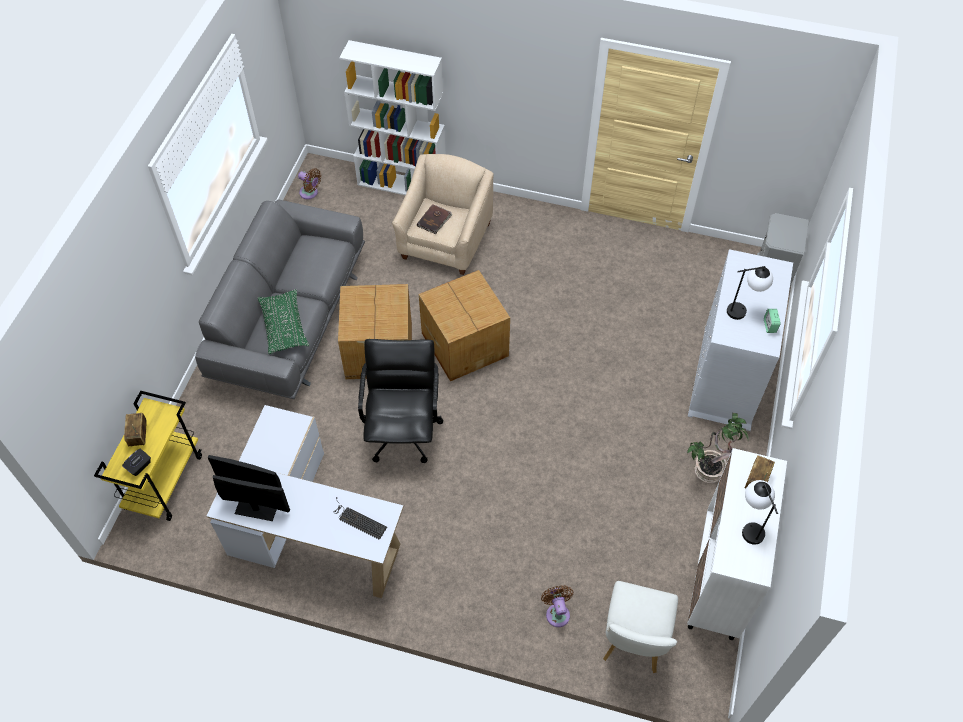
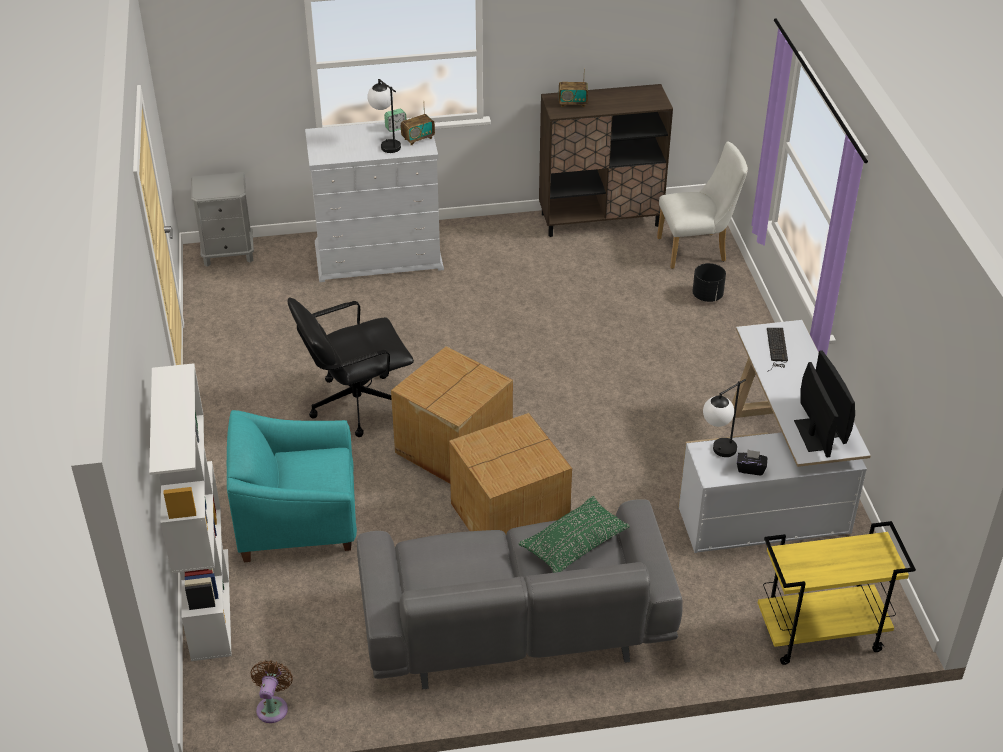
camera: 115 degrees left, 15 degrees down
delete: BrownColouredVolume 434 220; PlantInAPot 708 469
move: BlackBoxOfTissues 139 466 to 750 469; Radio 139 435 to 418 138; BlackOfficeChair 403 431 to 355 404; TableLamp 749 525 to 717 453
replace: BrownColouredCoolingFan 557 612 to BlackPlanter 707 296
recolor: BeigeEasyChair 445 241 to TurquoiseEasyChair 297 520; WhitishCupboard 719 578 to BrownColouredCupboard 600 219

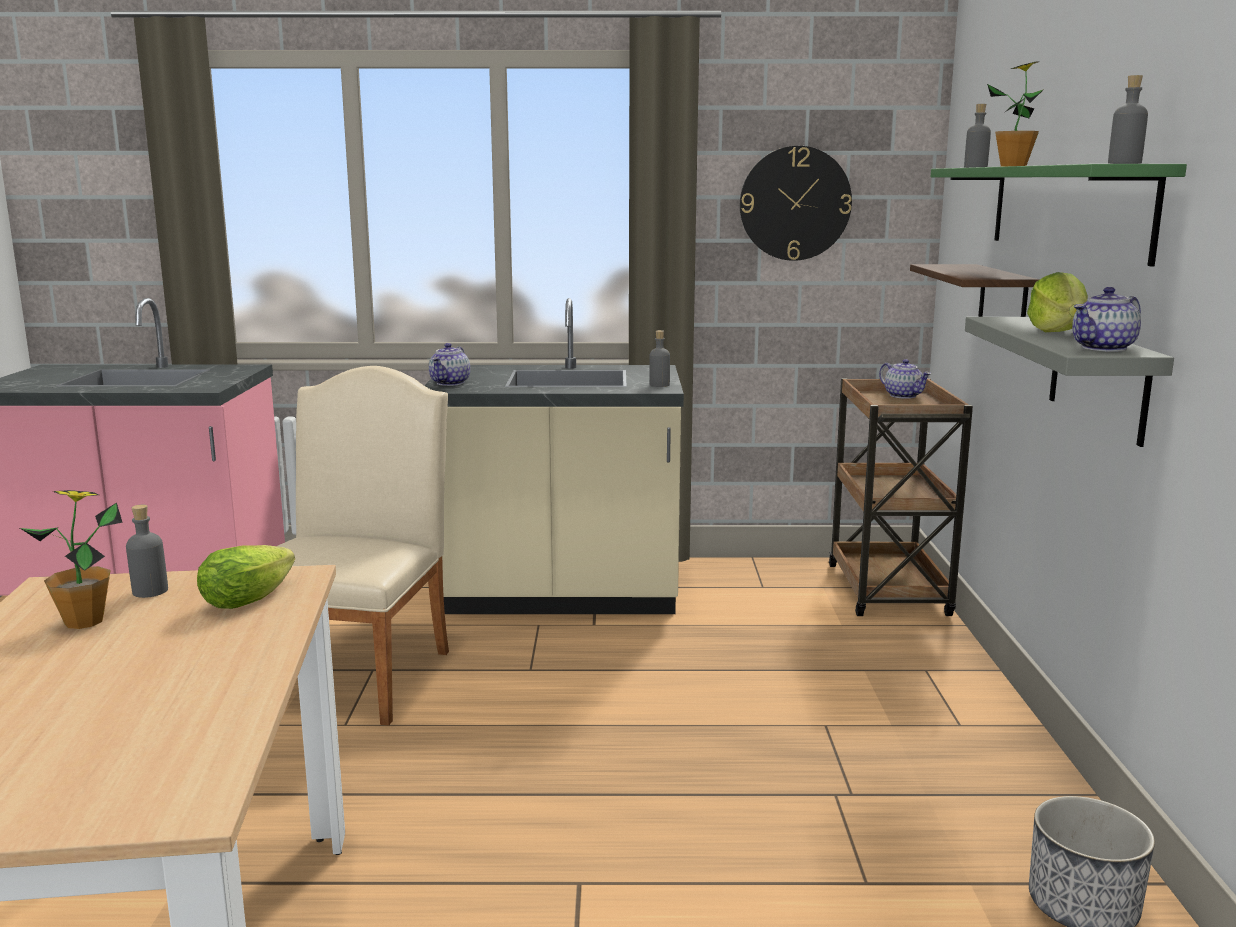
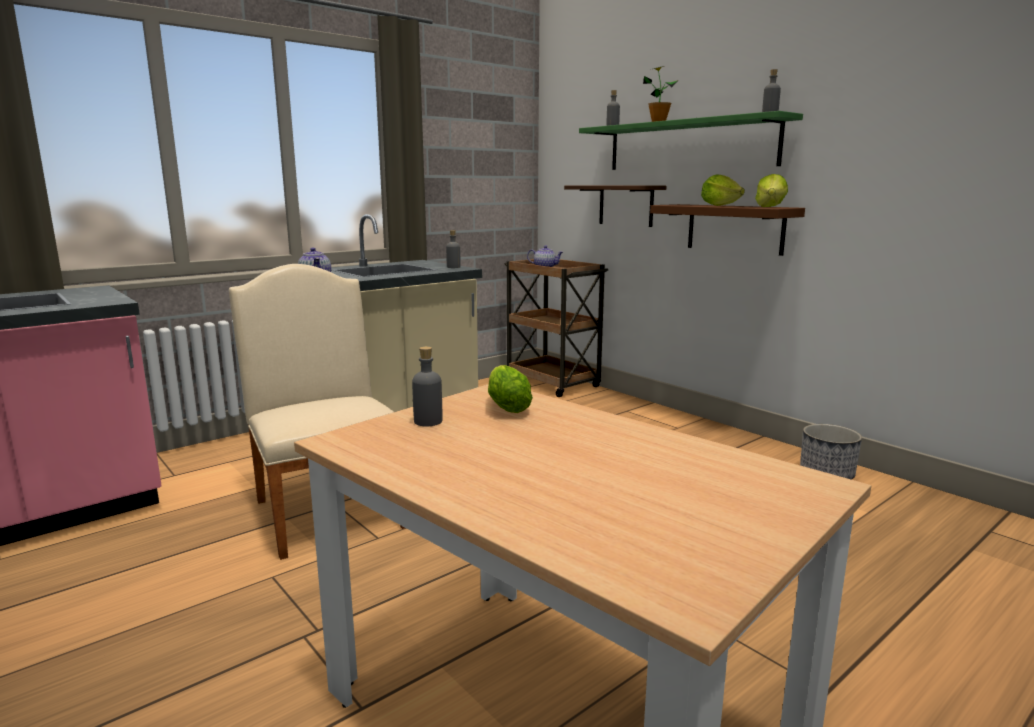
camera: 40 degrees left, 0 degrees up
delete: PlantInAPot 84 622; WallClock 795 203
replace: PotForTea 1103 348 to LettuceHead 770 207
recolor: GrayShelf 1098 378 to BrownColouredShelf 735 228

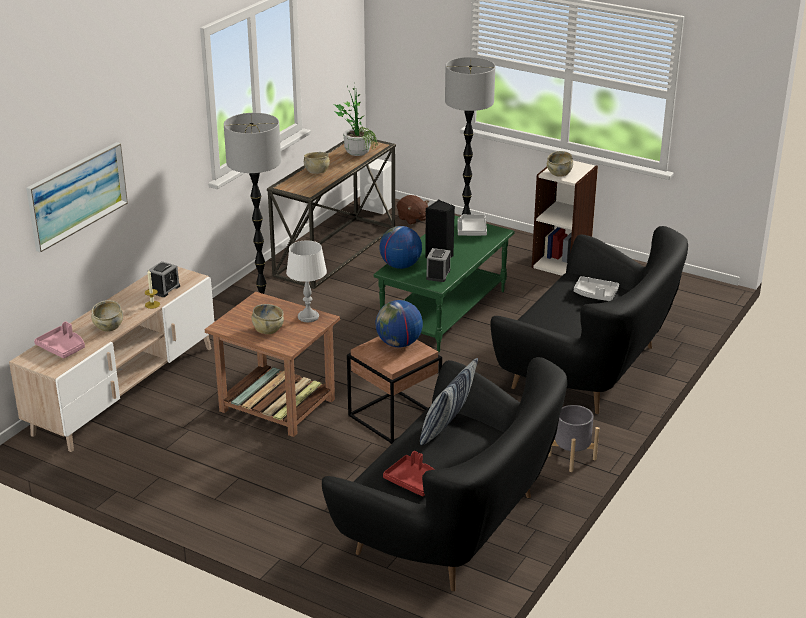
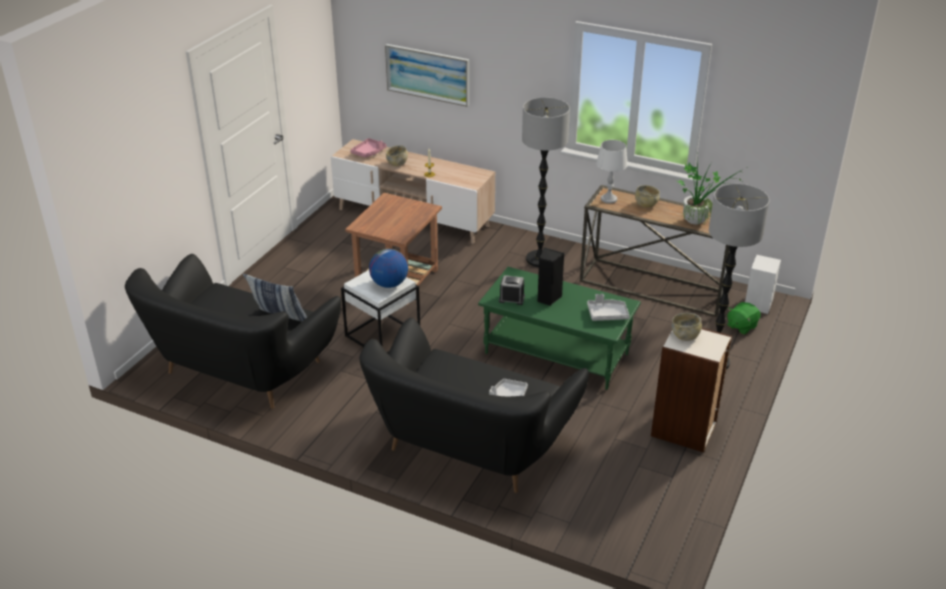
camera: 85 degrees right, 5 degrees up
delete: BedsideClock 164 289; BeigeDeepDish 268 330; DeskGlobe 400 266; RedTray 413 481; GrayPlanter 572 457
move: WhitishTableLamp 308 317 to 608 199
recolor: BrownColouredAccentTable 394 418 to WhitishAccentTable 382 335; BrownColouredPlushToy 412 219 to GreenPlushToy 741 326

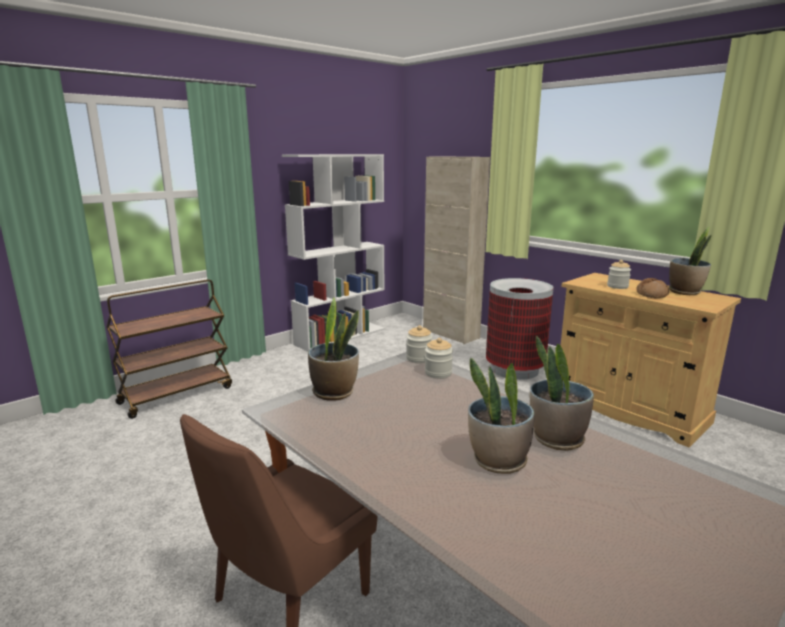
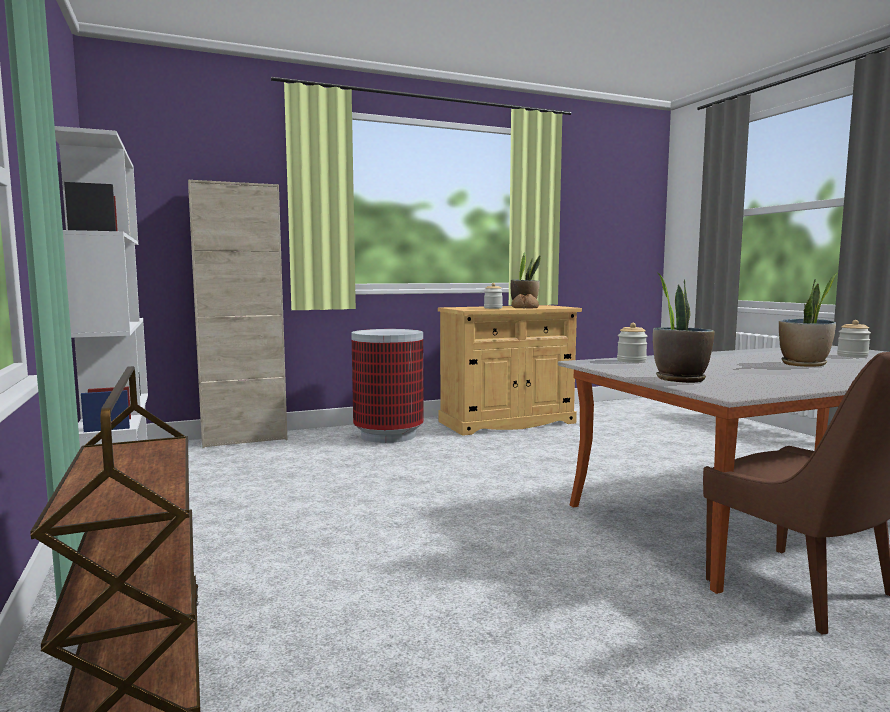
camera: 70 degrees left, 10 degrees down
delete: PlantInAPot 556 439
move: PreserveJar 419 358 to 852 356

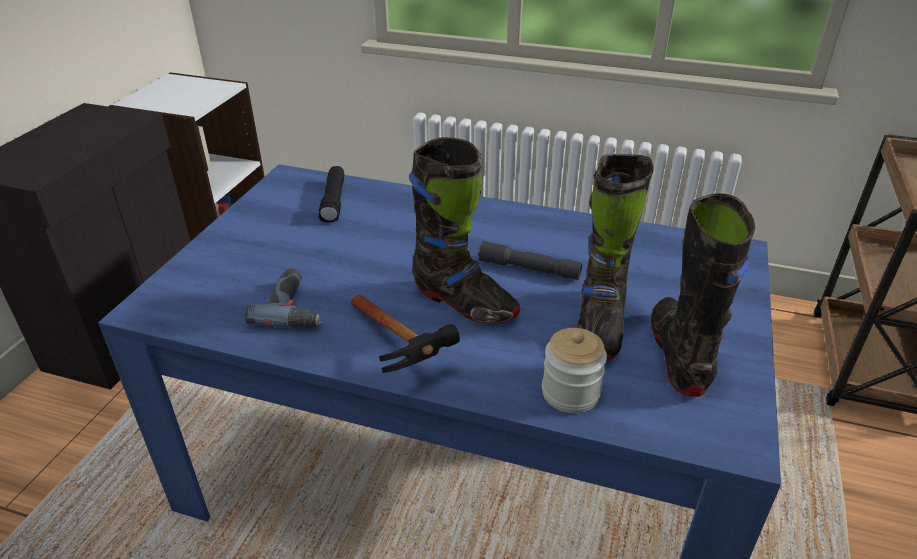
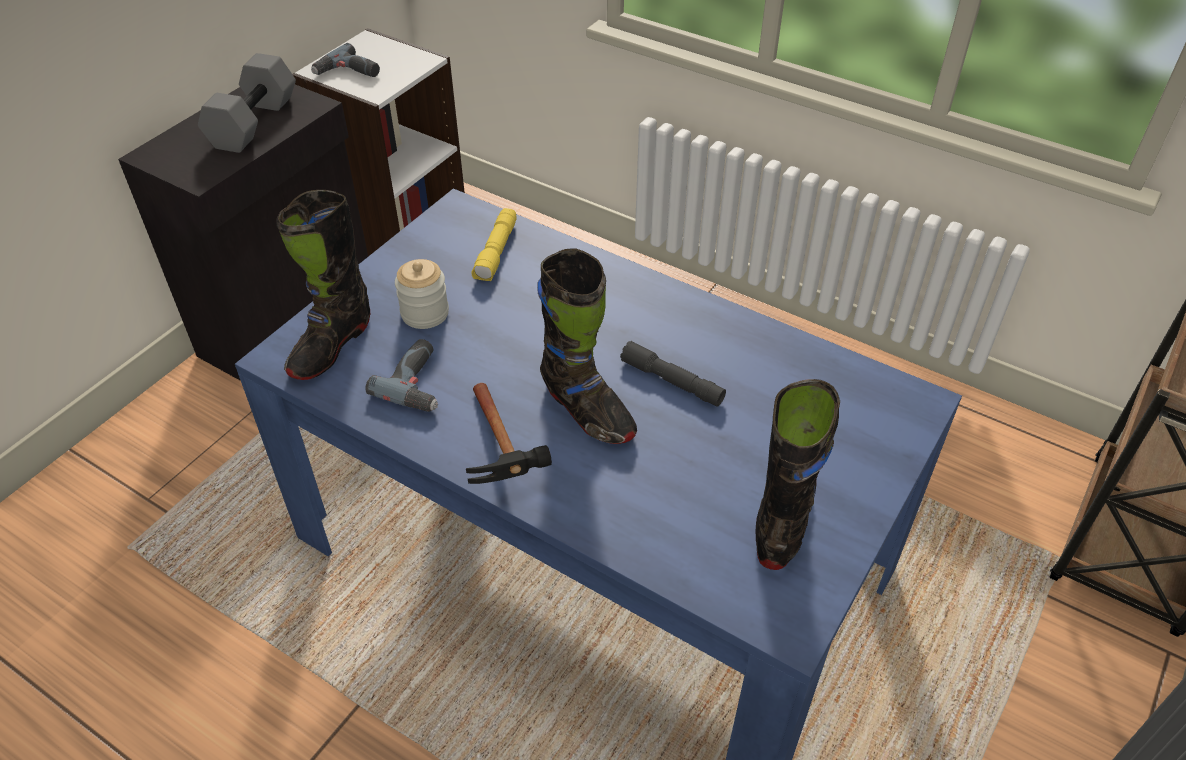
camera: 15 degrees right, 10 degrees up
insert: GrayDumbbell 253 122; Drill 348 73
move: PreserveJar 570 393 to 425 313; BlackHighTopBoot 599 325 to 331 346
recolor: BlackTorch 334 202 to YellowTorch 497 253

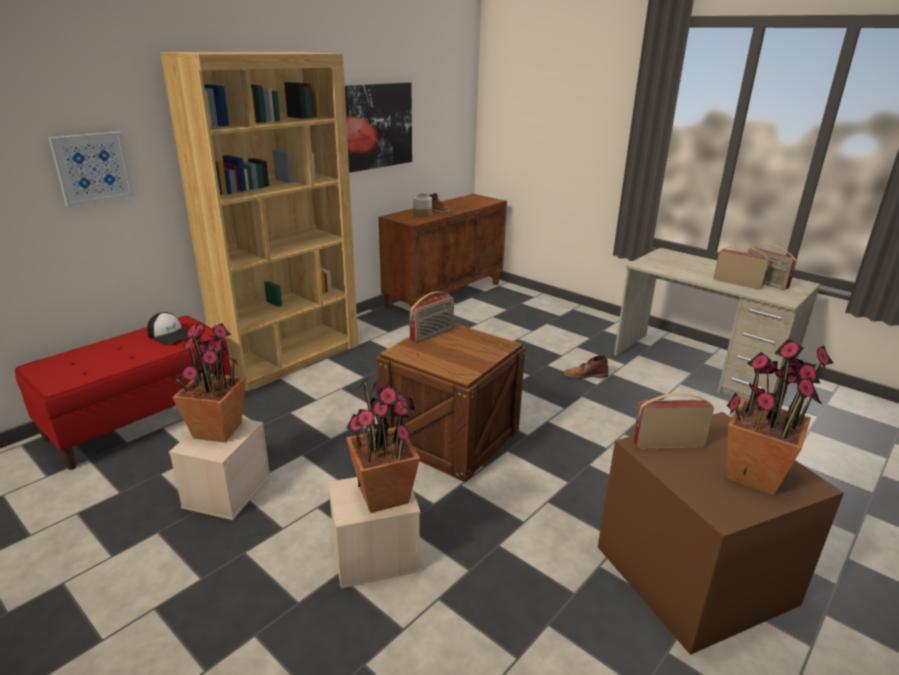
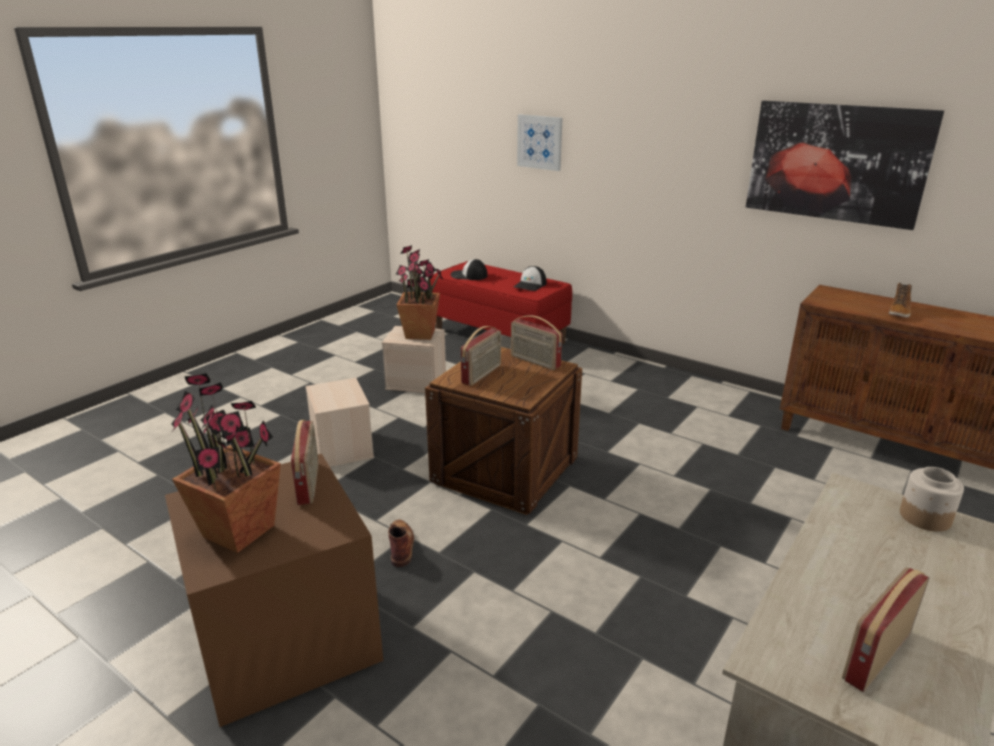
camera: 85 degrees right, 0 degrees up
delete: BrownColouredShelvingUnit 290 357; PlantInAPot 384 495
insert: Cap 468 276
move: PreserveJar 422 215 to 924 517; BrownColouredHighTopBoot 585 375 to 401 544; Radio 737 283 to 482 374

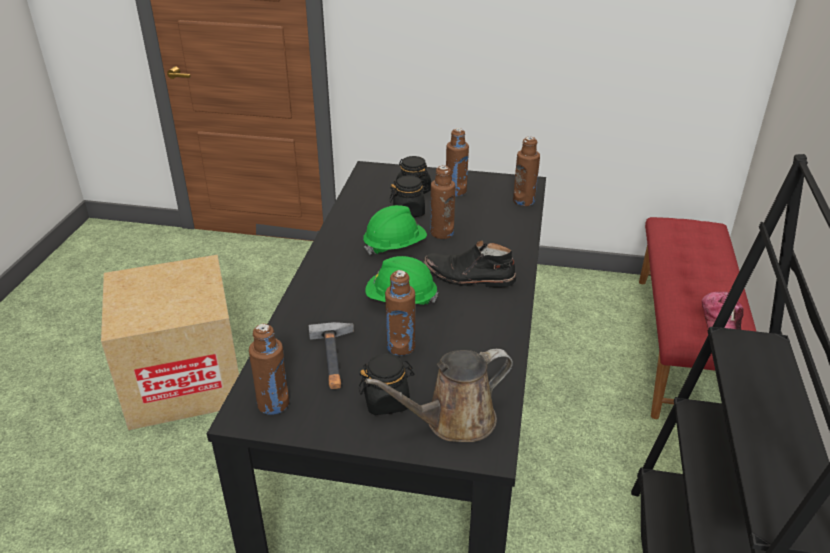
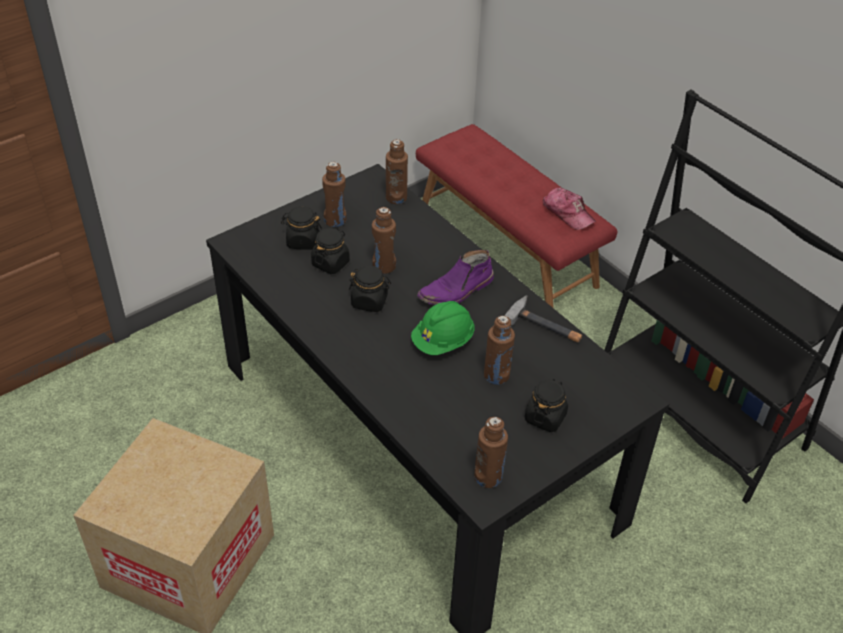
camera: 50 degrees left, 10 degrees up
delete: BrownColouredSprinklingCan 453 421
move: Hammer 334 358 to 546 325
replace: GreenSafetyHelmet 395 246 to BlackPreserveJar 369 301
recolor: BlackHighTopBoot 468 277 to PurpleColouredHighTopBoot 456 291

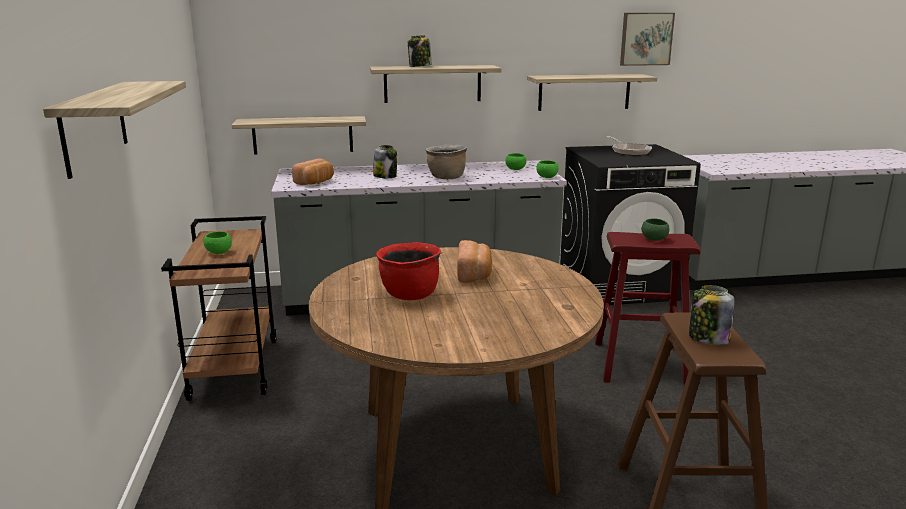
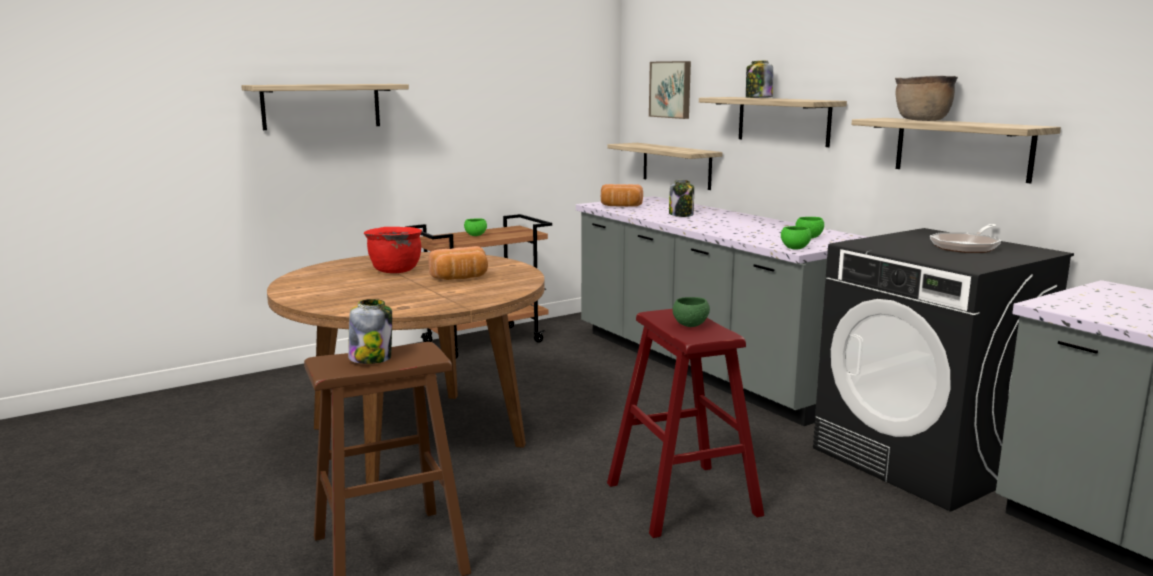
camera: 65 degrees right, 5 degrees down
move: BrownColouredStockpot 446 178 to 921 120; WallArt 645 39 to 671 89

